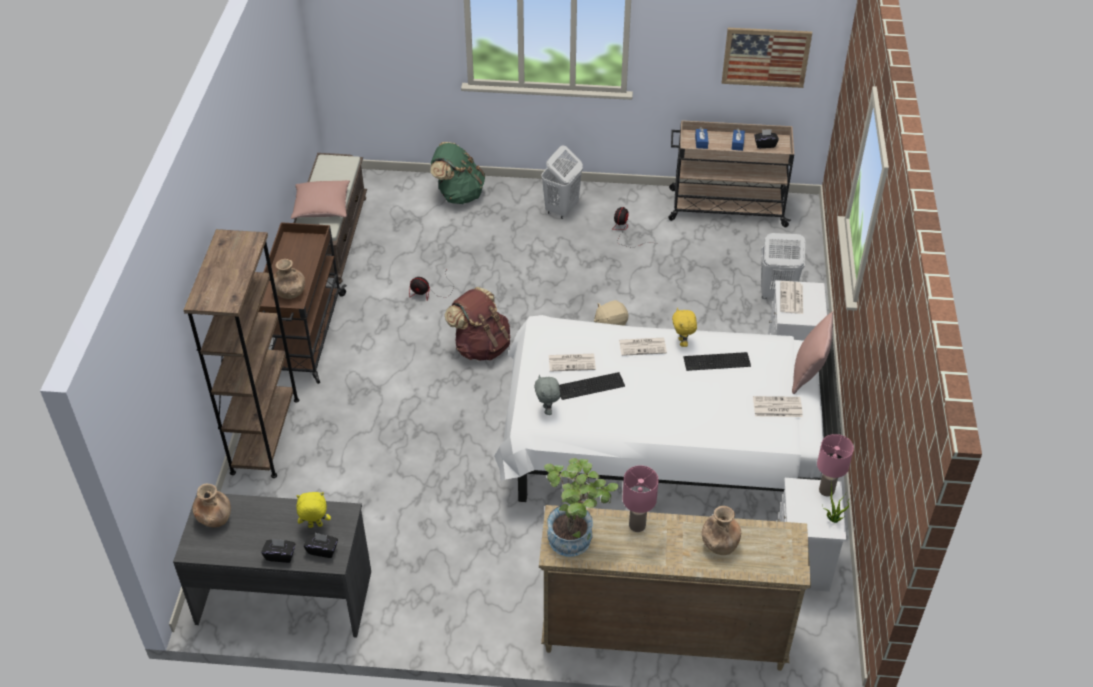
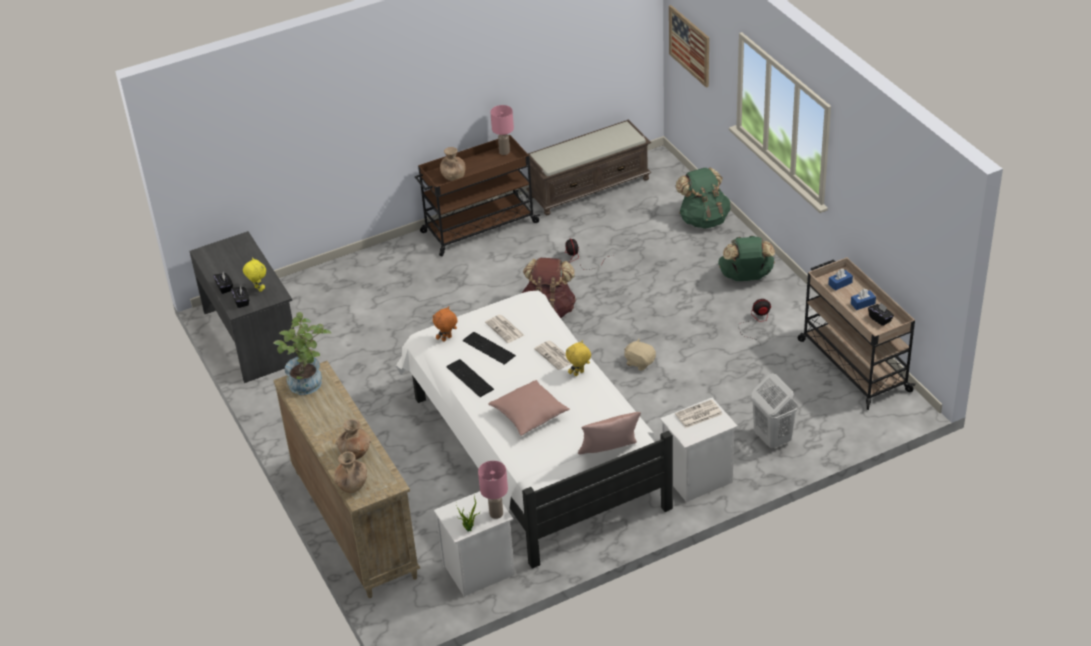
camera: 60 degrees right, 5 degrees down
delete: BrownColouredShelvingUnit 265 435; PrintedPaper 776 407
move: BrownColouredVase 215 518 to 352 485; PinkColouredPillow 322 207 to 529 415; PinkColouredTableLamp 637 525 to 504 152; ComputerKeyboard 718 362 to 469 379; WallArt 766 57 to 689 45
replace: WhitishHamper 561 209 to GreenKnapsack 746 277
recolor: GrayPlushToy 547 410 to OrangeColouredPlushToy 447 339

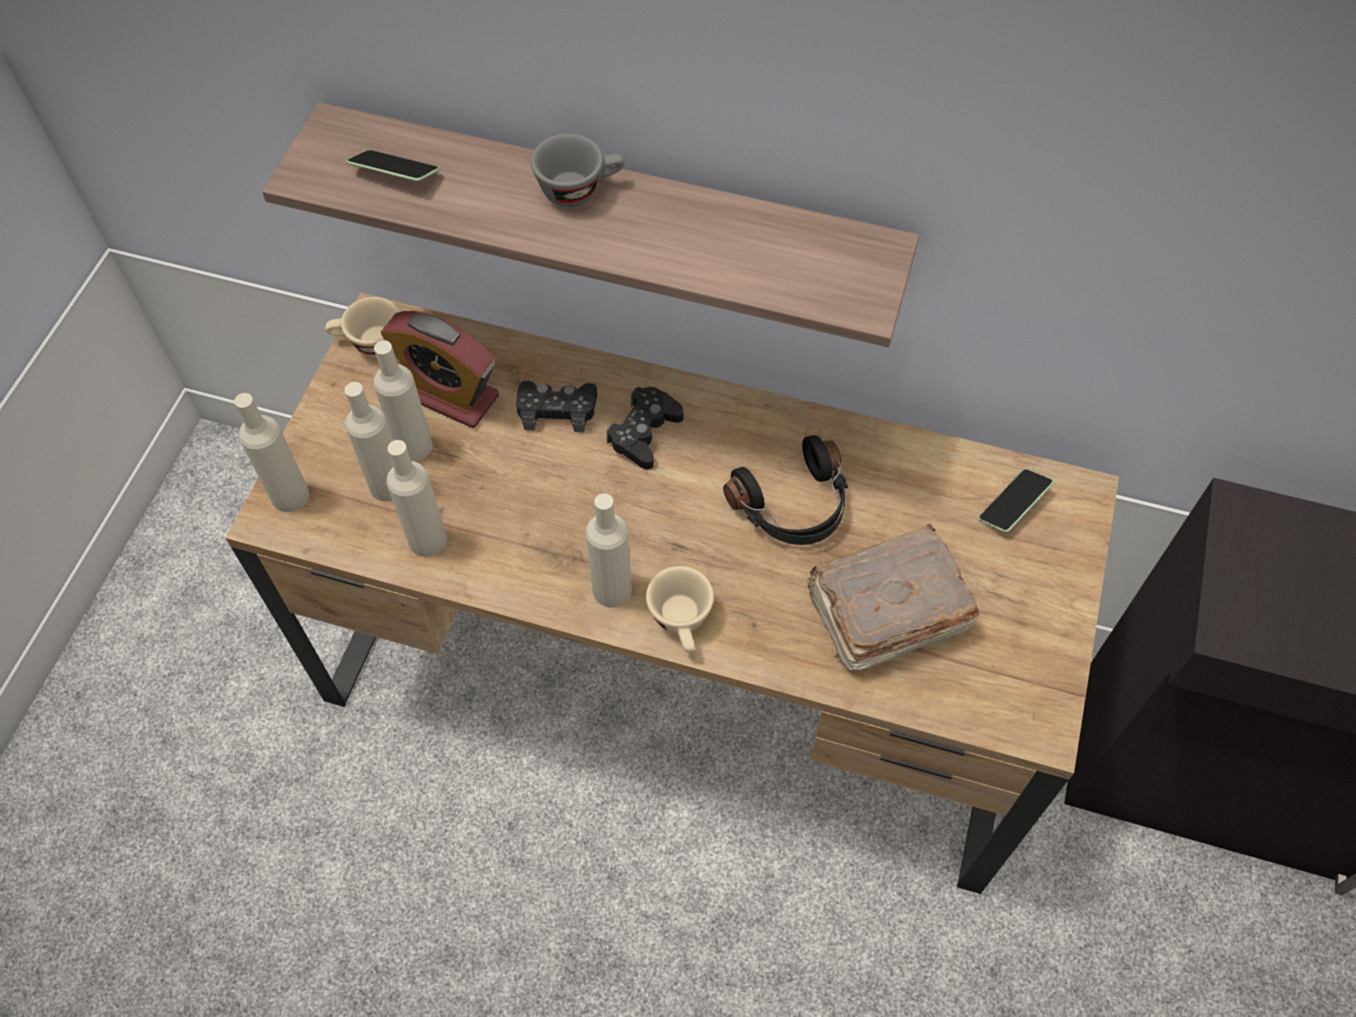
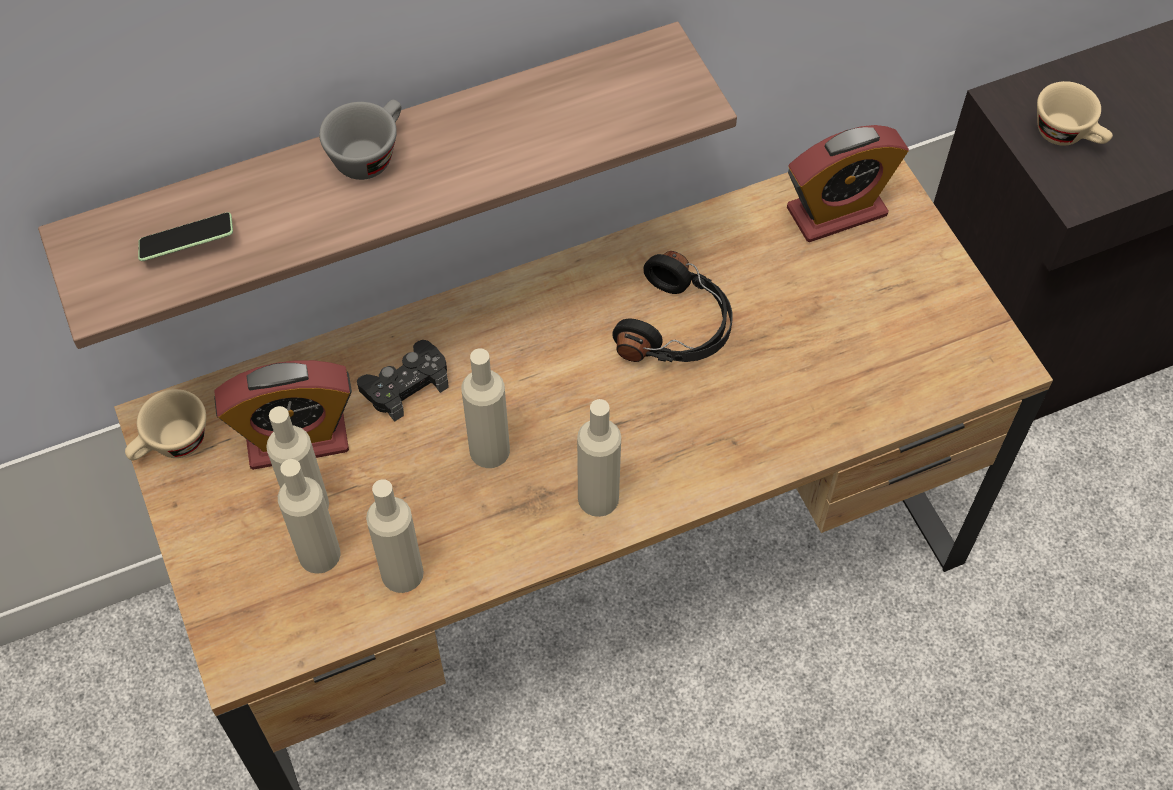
camera: 40 degrees left, 0 degrees up
delete: BlackGameController 644 433; BrownColouredVolume 884 612
move: BeigeBeverageBottle 290 496 to 489 450; BeigeDrinkingCup 682 623 to 1068 135
replace: Handset 1013 506 to BedsideClock 836 211

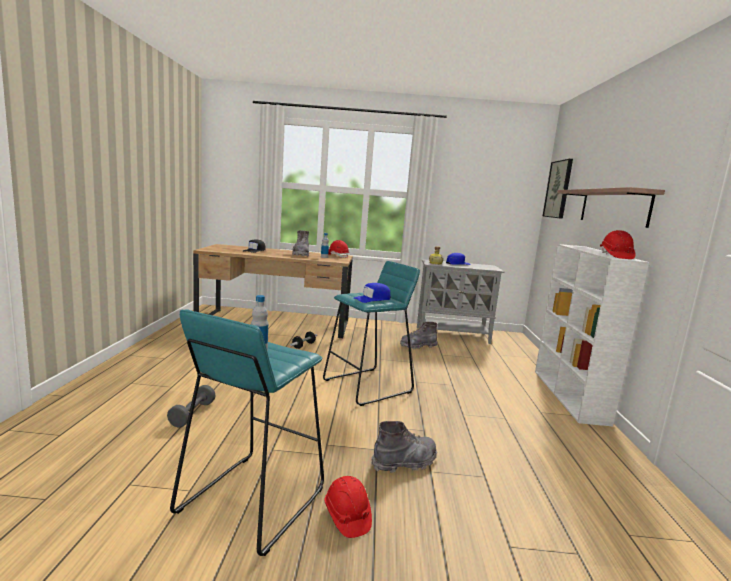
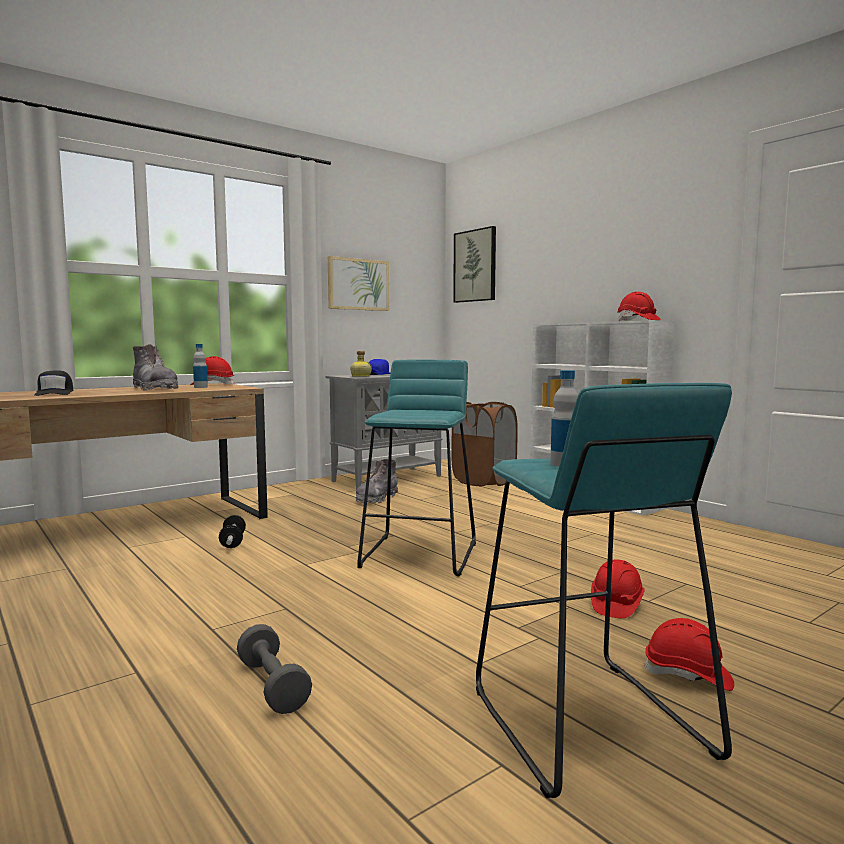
camera: 40 degrees left, 5 degrees down
delete: BluishCap 372 299; Shelf 613 207
insert: WallArt 358 284; BrownColouredHamper 484 481
replace: GrayHighTopBoot 405 462 to RedSafetyHelmet 616 605

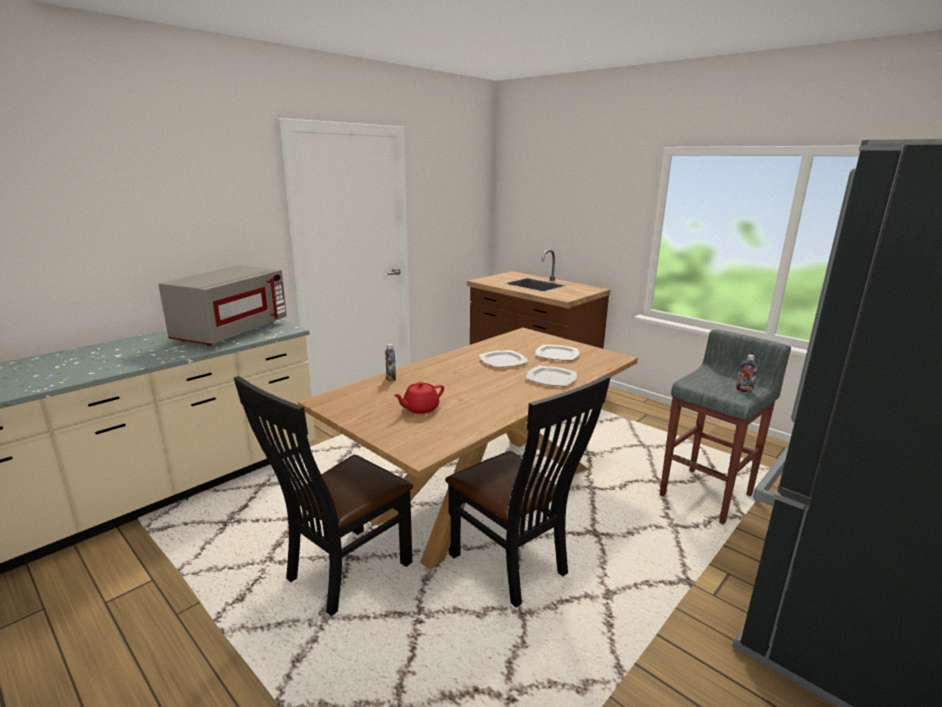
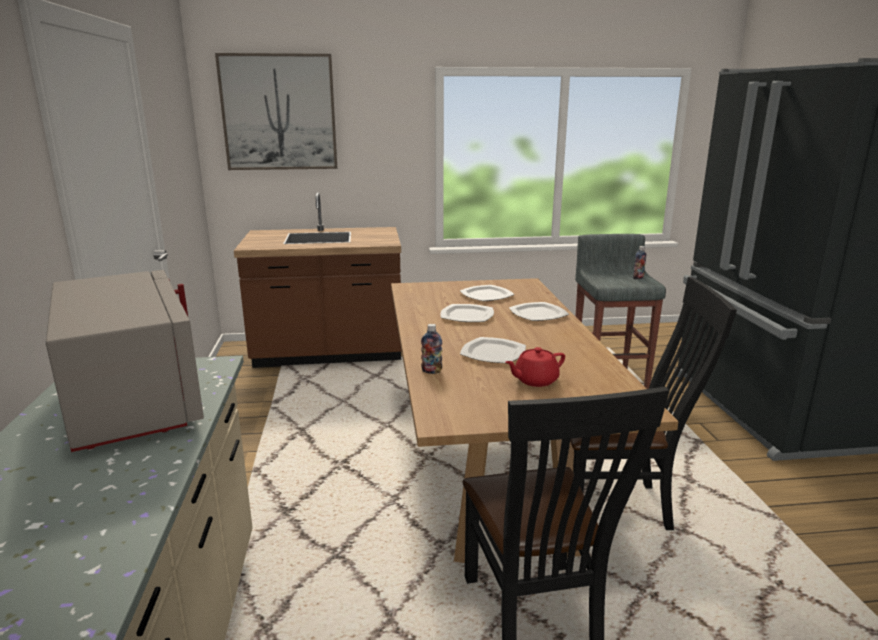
camera: 50 degrees left, 0 degrees up
insert: WallArt 279 113; FlatDish 494 353
rotate: RedPotForTea 420 408 = 535 380 60 degrees clockwise

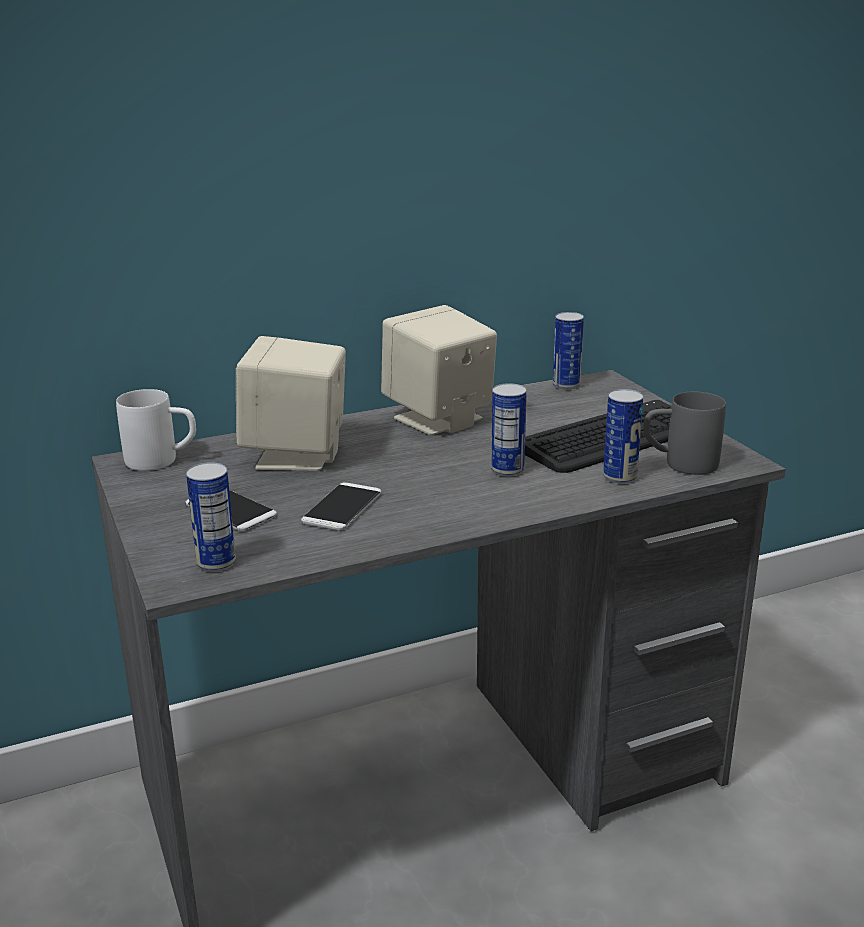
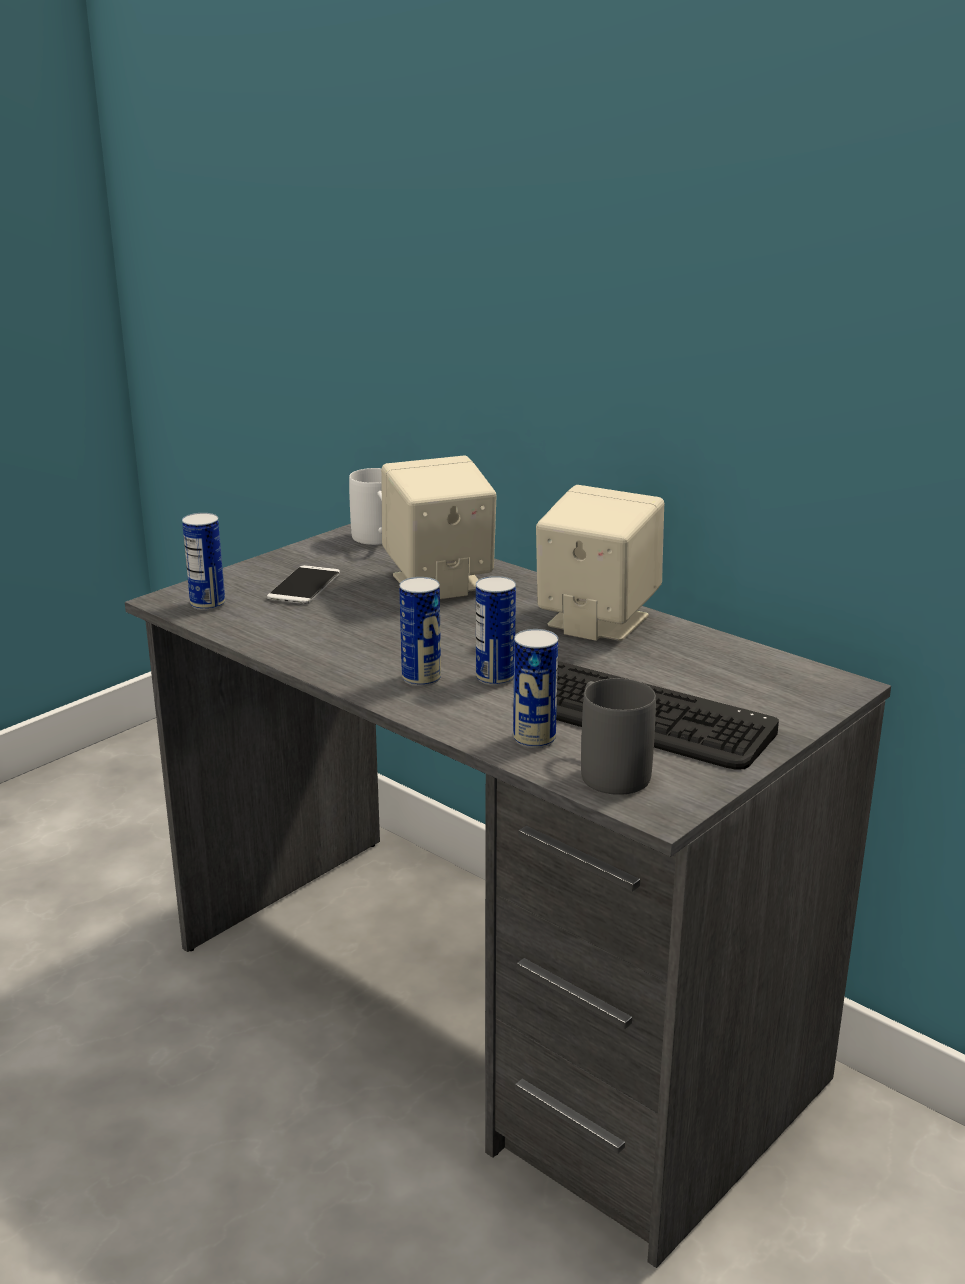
camera: 65 degrees right, 0 degrees up
delete: Handset 342 507
move: MetalCan 566 385 to 421 678

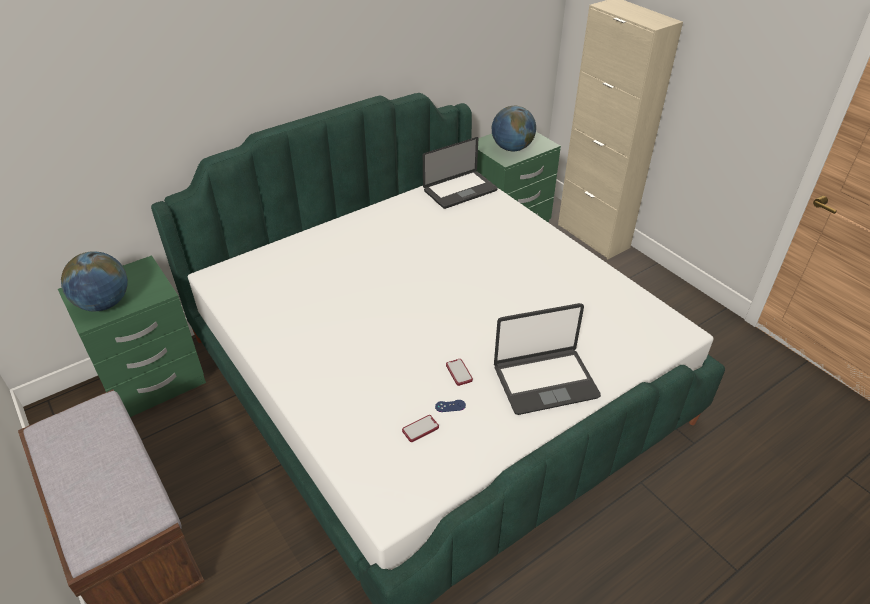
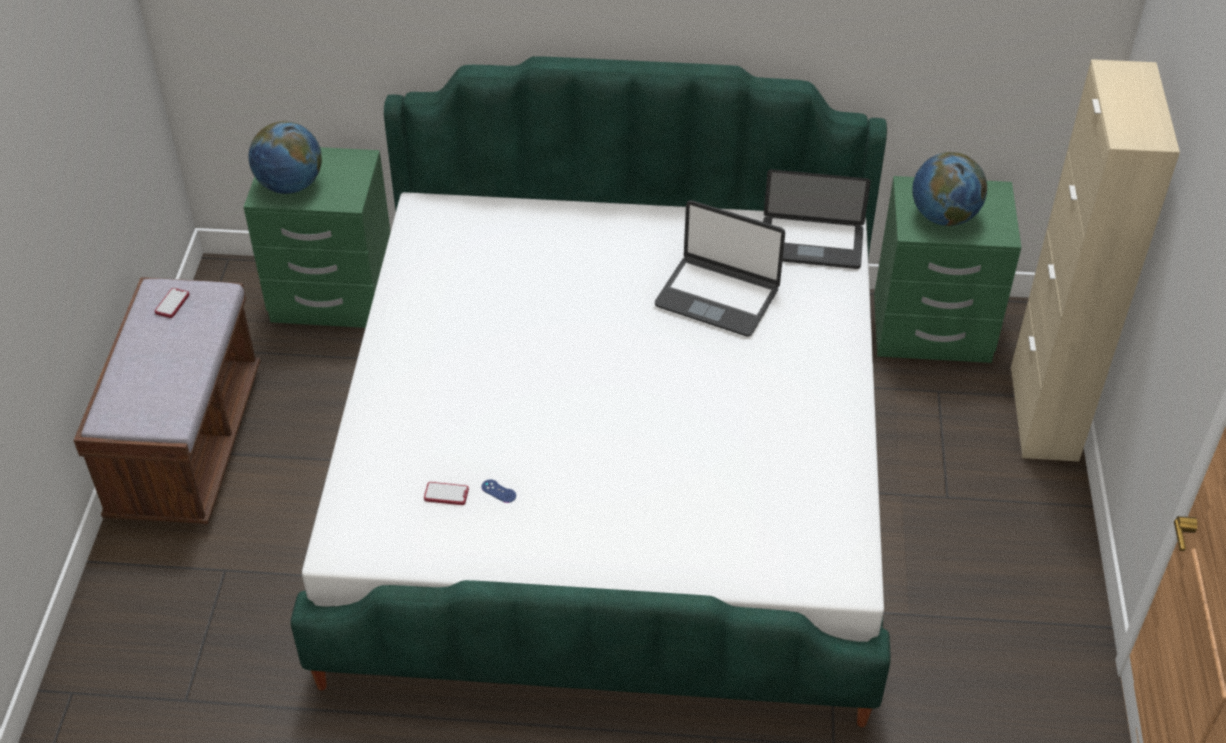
camera: 40 degrees right, 5 degrees up
move: Handset 459 373 to 172 304; Laptop 545 381 to 717 296

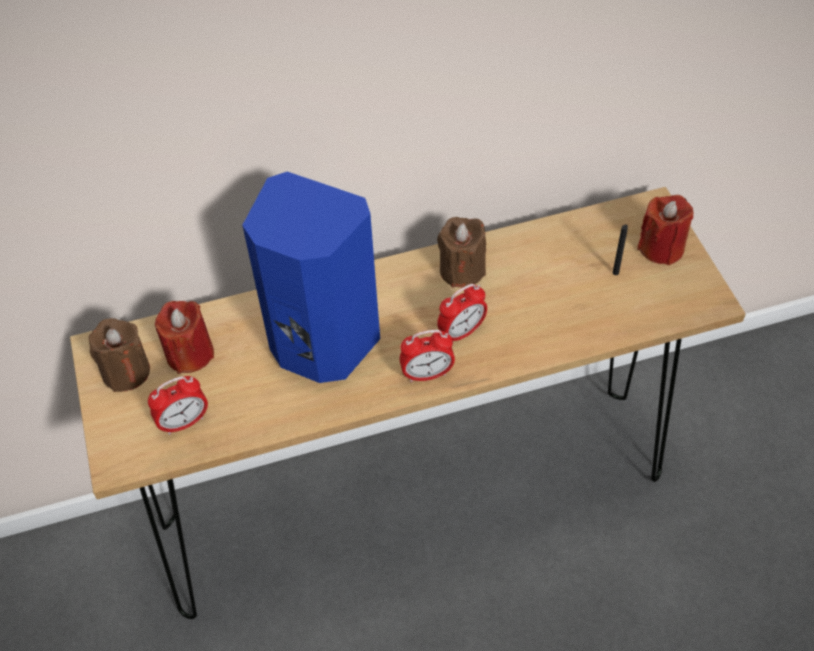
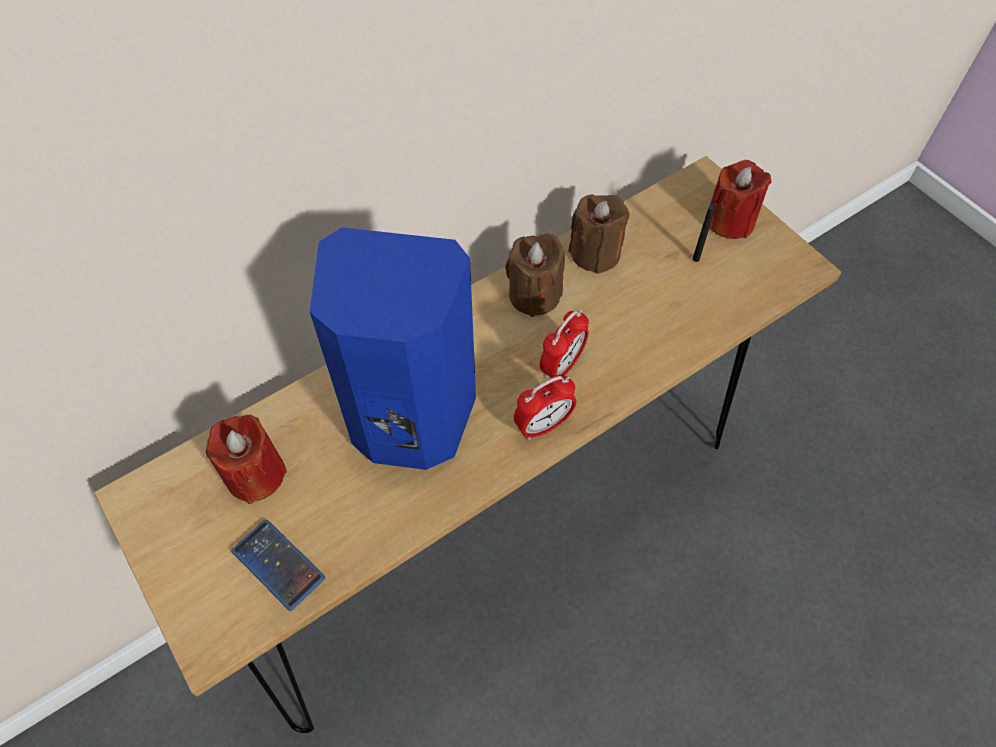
camera: 20 degrees left, 5 degrees up
move: BrownColouredWaxCandle 126 372 to 595 253
replace: BedsideClock 184 422 to Handset 278 564

